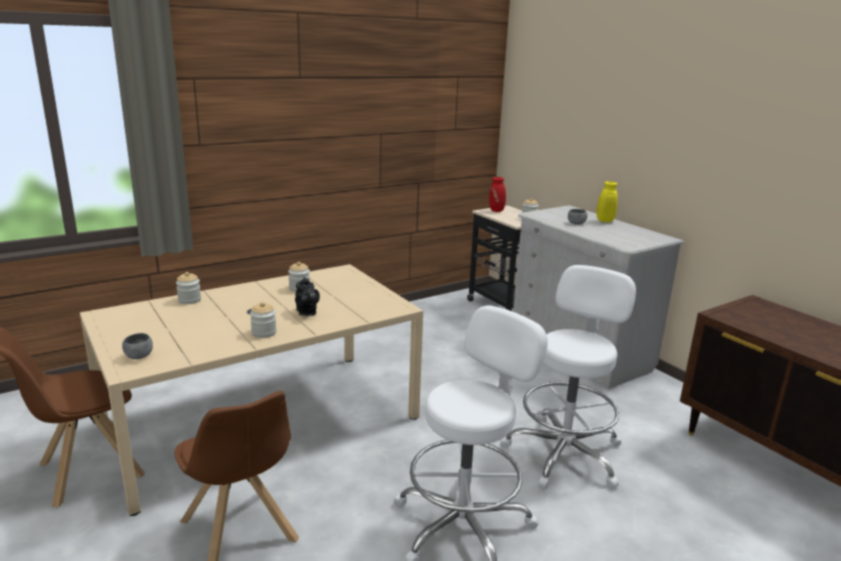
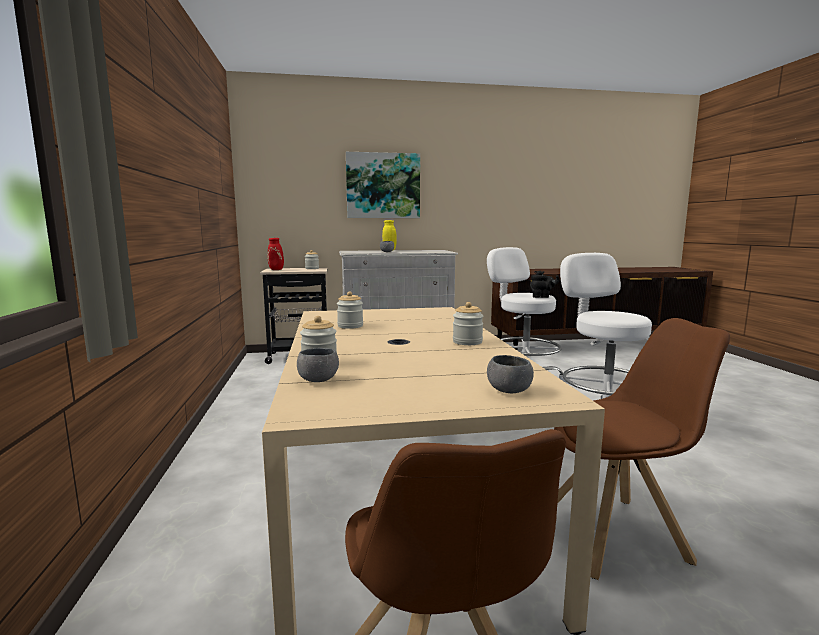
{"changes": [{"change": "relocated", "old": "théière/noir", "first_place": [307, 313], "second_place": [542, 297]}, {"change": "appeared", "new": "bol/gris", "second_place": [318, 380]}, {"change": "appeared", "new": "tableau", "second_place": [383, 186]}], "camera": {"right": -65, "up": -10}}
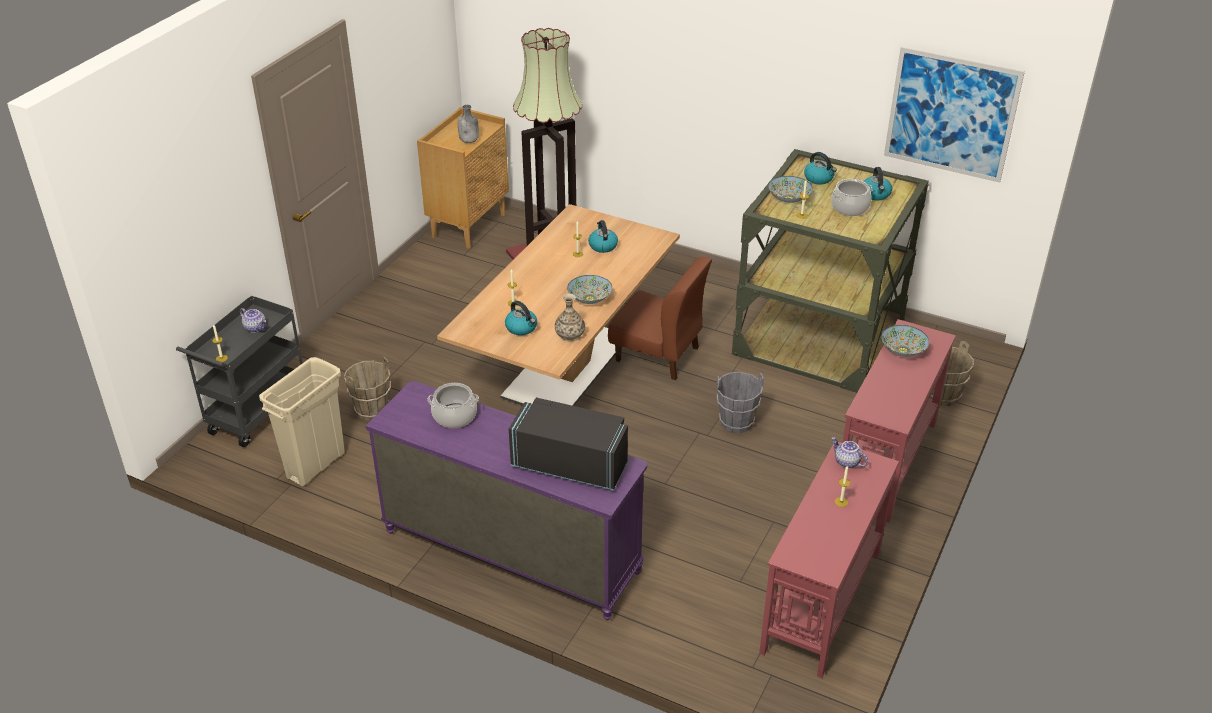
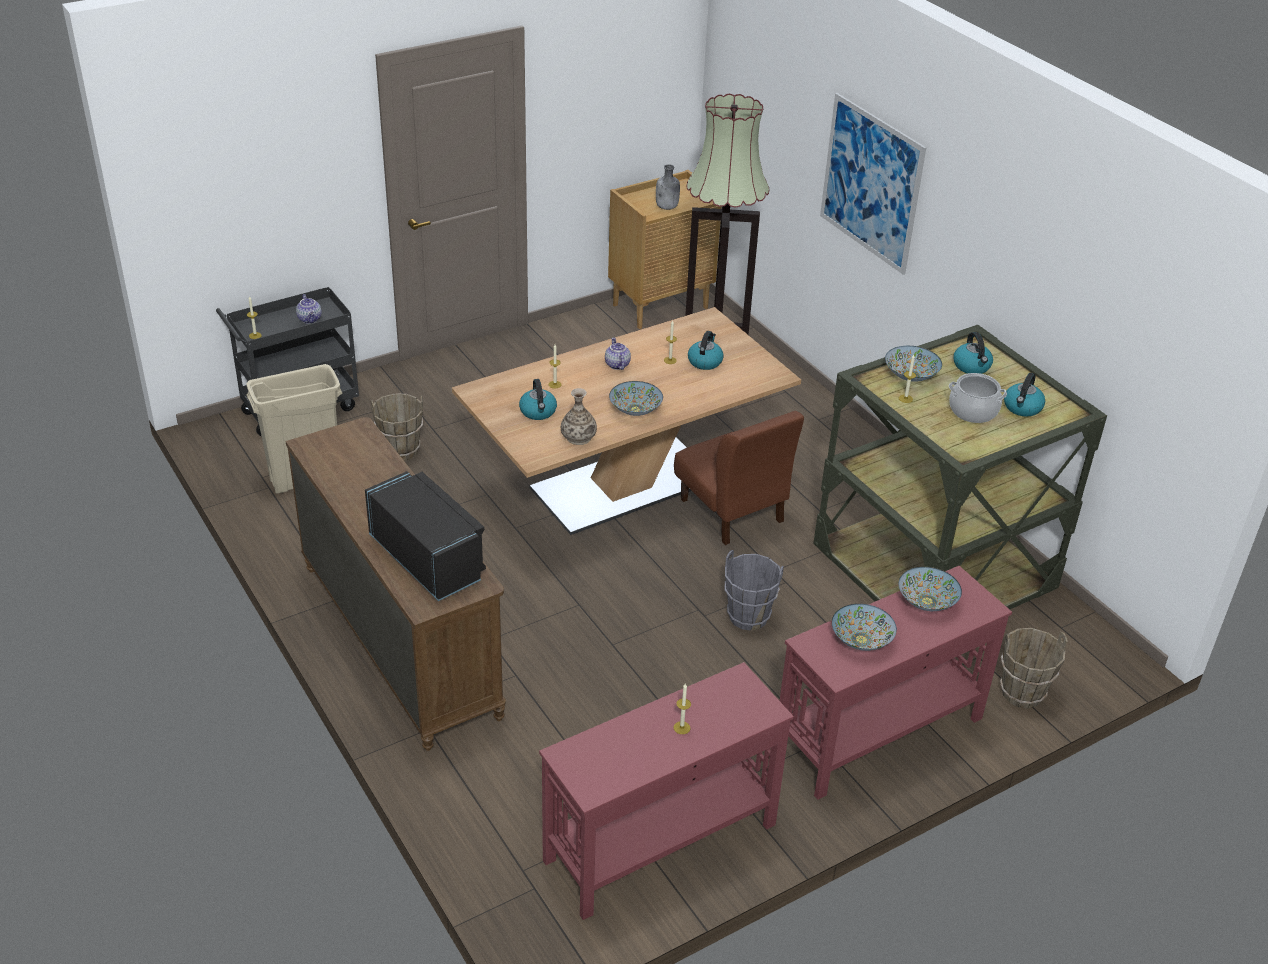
{"changes": [{"change": "colour", "old": "commode/violet", "new": "commode/marron", "first_place": [510, 552], "second_place": [399, 640]}, {"change": "missing", "old": "marmite", "first_place": [454, 416]}, {"change": "relocated", "old": "théière", "first_place": [846, 462], "second_place": [616, 365]}, {"change": "relocated", "old": "tableau", "first_place": [951, 114], "second_place": [871, 183]}, {"change": "appeared", "new": "bol", "second_place": [861, 640]}], "camera": {"right": 30, "up": 0}}
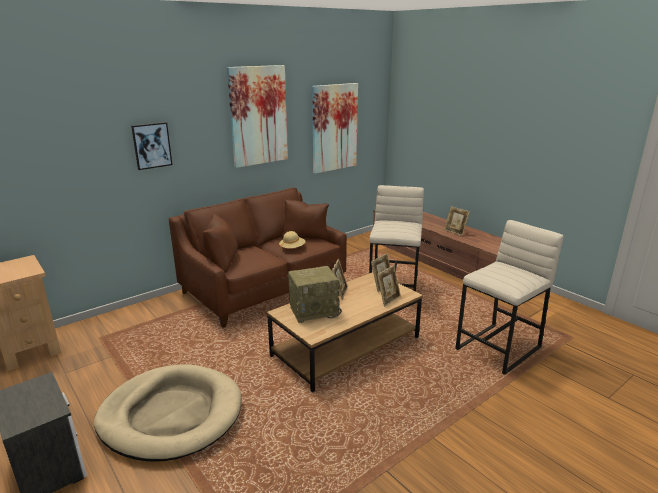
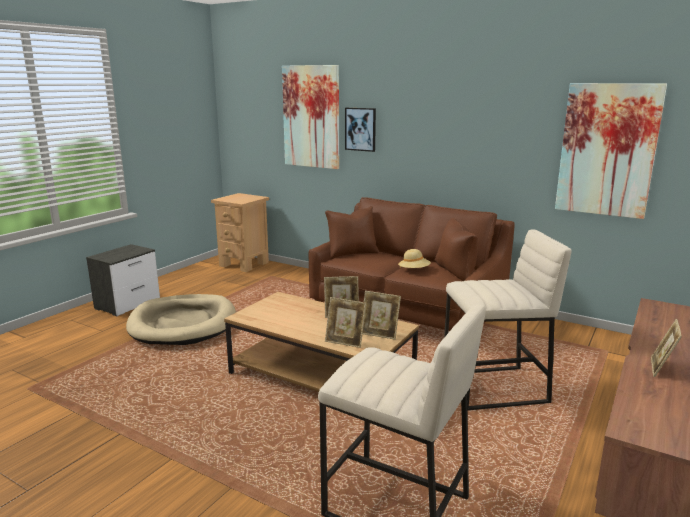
{"changes": [{"change": "relocated", "old": "tableau", "first_place": [258, 116], "second_place": [311, 117]}, {"change": "missing", "old": "radio", "first_place": [314, 310]}], "camera": {"right": 70, "up": -5}}
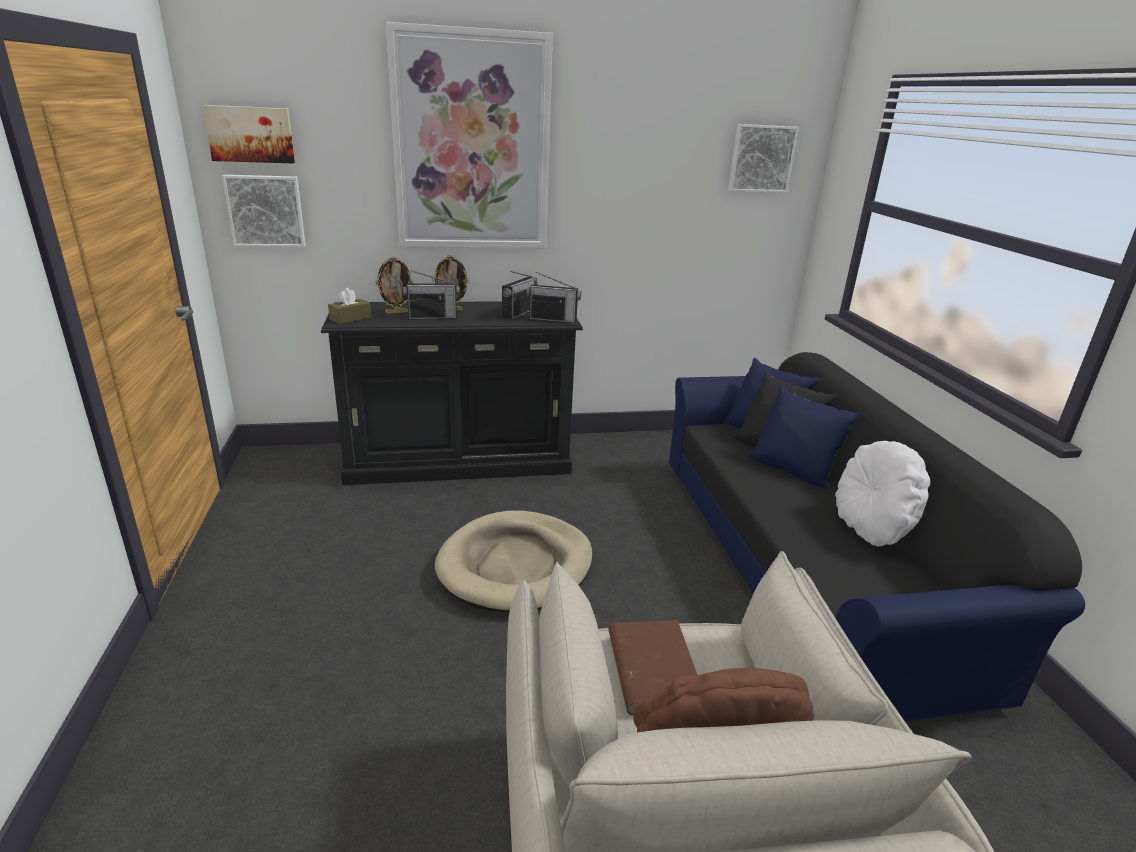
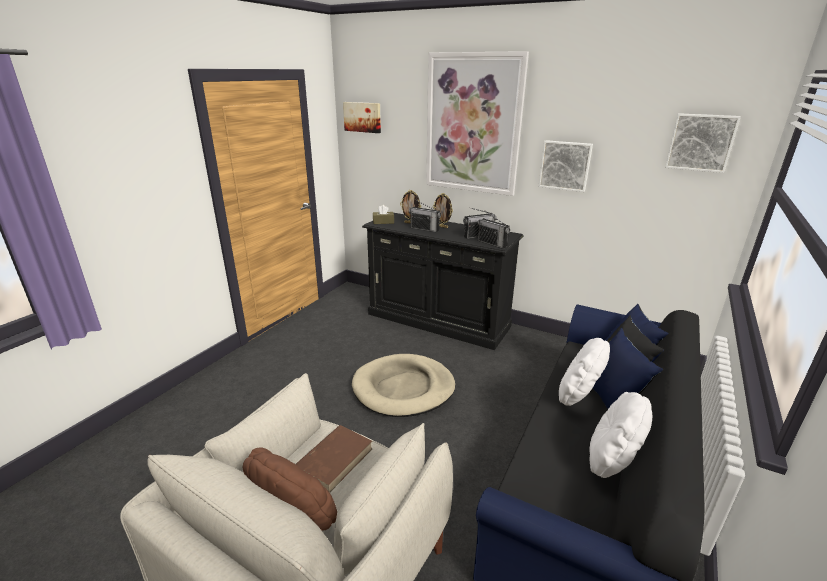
{"changes": [{"change": "relocated", "old": "tableau", "first_place": [266, 211], "second_place": [565, 165]}, {"change": "appeared", "new": "coussin/blanc", "second_place": [578, 397]}], "camera": {"right": 40, "up": 0}}
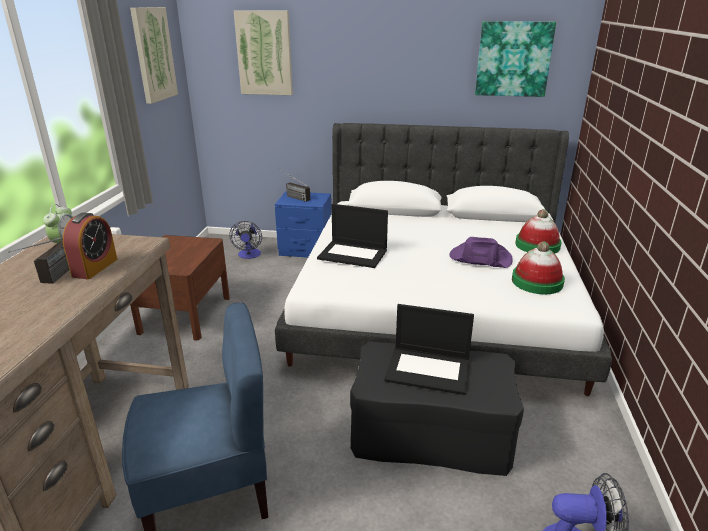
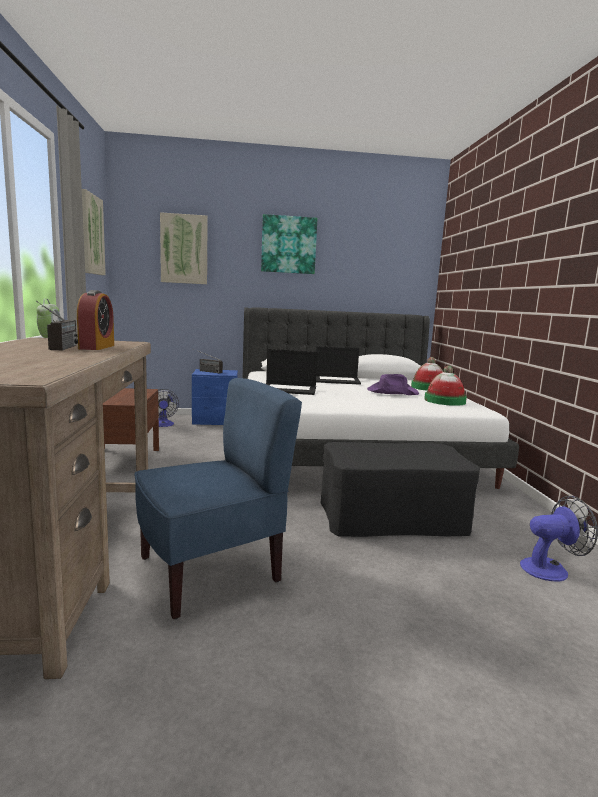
{"changes": [{"change": "relocated", "old": "ordinateur portable", "first_place": [429, 370], "second_place": [337, 380]}, {"change": "relocated", "old": "tableau", "first_place": [513, 59], "second_place": [288, 245]}], "camera": {"right": -15, "up": -15}}
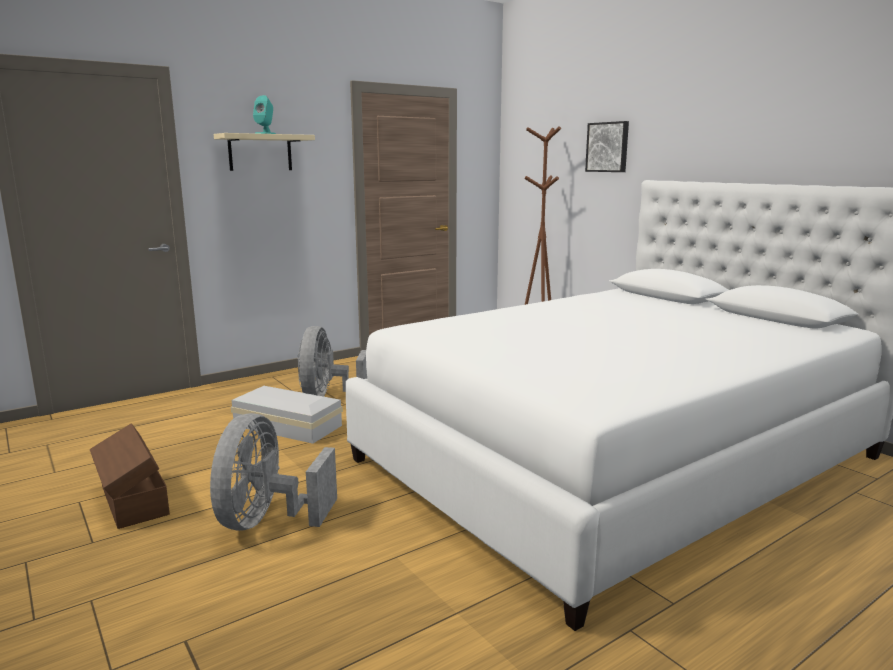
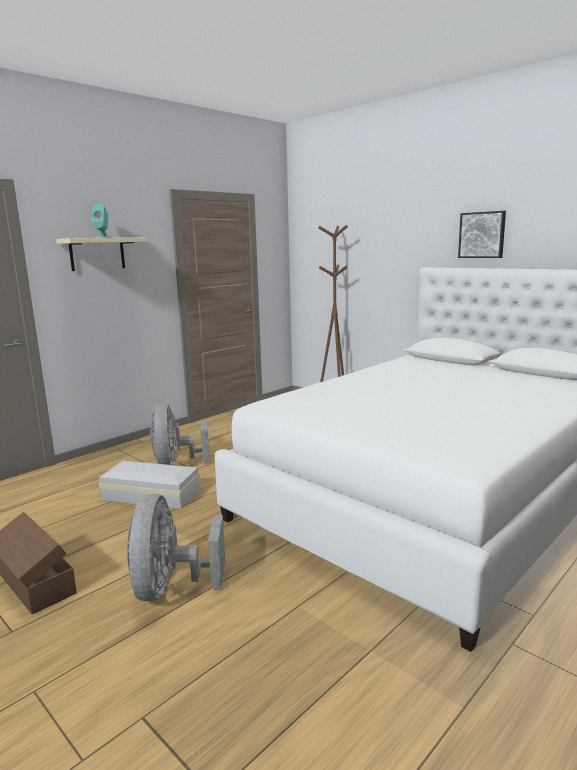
{"changes": [{"change": "relocated", "old": "tableau", "first_place": [608, 147], "second_place": [482, 235]}], "camera": {"right": -10, "up": 0}}
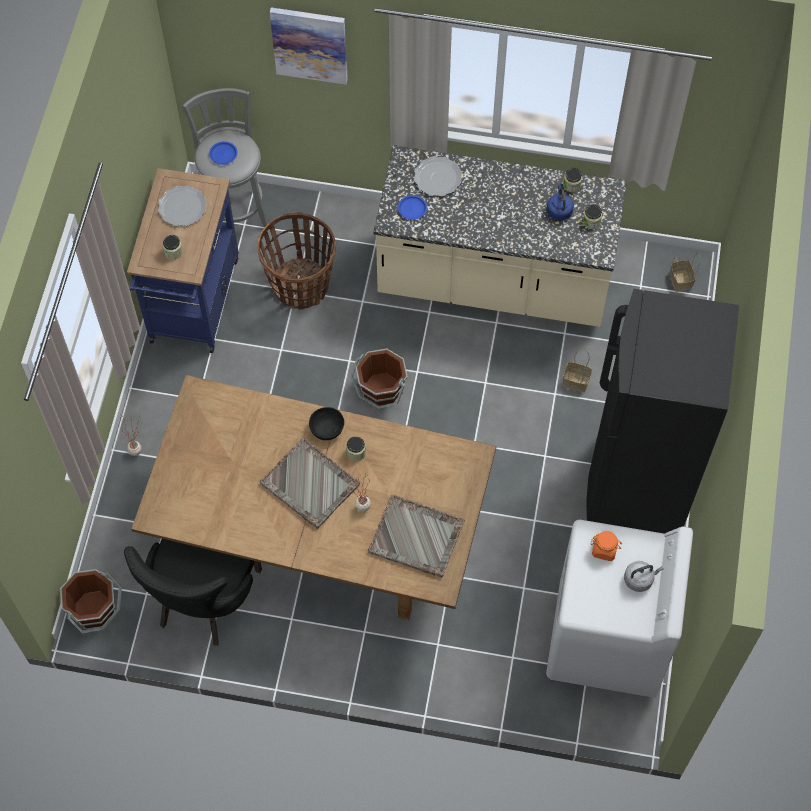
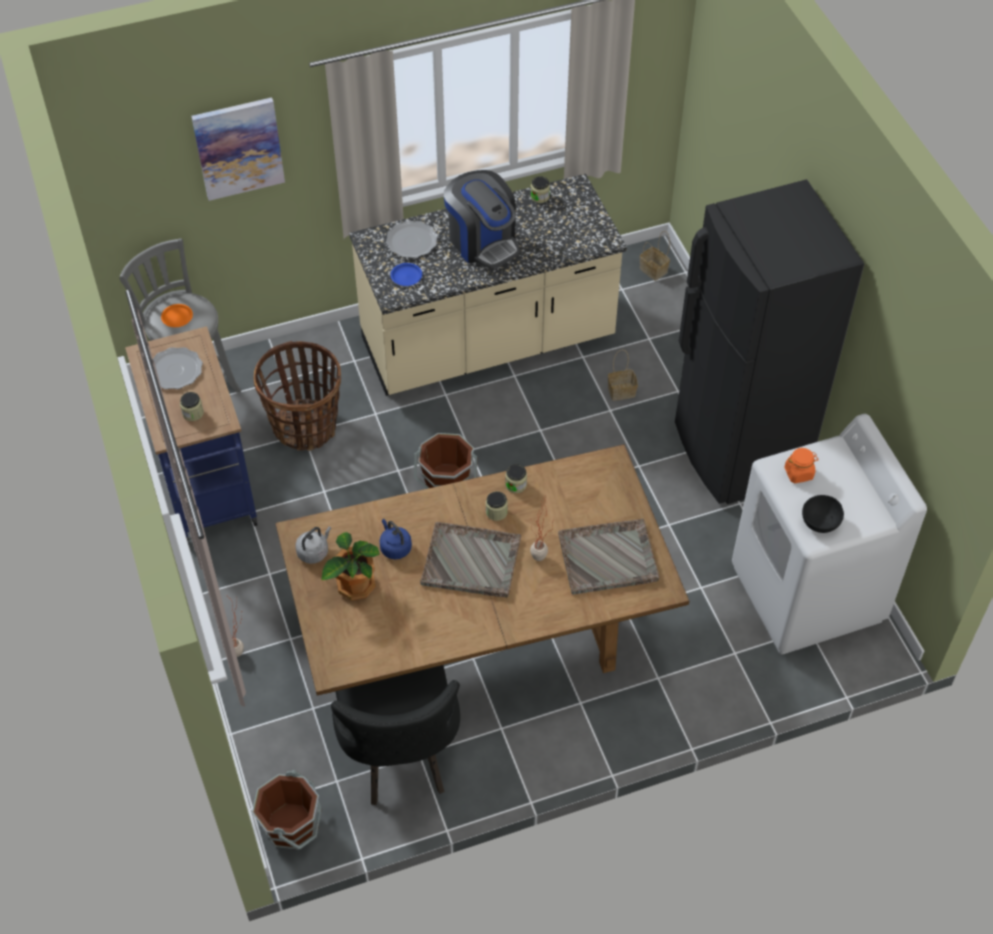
{"changes": [{"change": "colour", "old": "assiette/bleu", "new": "assiette/orange", "first_place": [223, 154], "second_place": [177, 317]}, {"change": "relocated", "old": "bol/noir", "first_place": [328, 430], "second_place": [821, 522]}, {"change": "relocated", "old": "bouilloire/bleu", "first_place": [559, 210], "second_place": [395, 547]}, {"change": "relocated", "old": "bocal", "first_place": [591, 221], "second_place": [516, 485]}, {"change": "relocated", "old": "bouilloire/gris", "first_place": [640, 579], "second_place": [314, 552]}, {"change": "appeared", "new": "plante en pot", "second_place": [354, 585]}, {"change": "appeared", "new": "machine à café", "second_place": [482, 241]}], "camera": {"right": -30, "up": -10}}
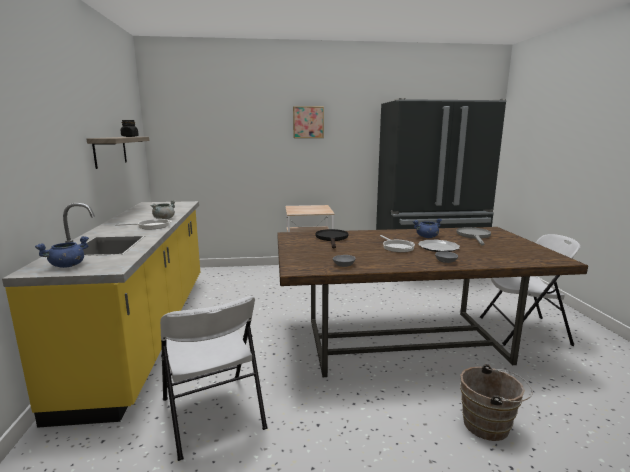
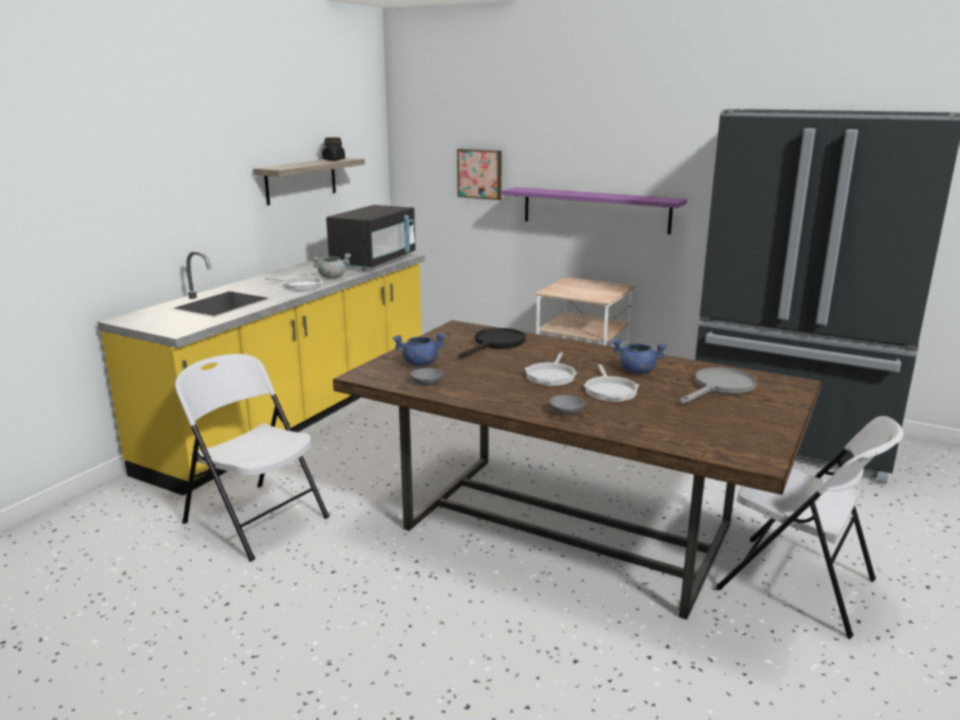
{"changes": [{"change": "relocated", "old": "marmite/bleu", "first_place": [67, 266], "second_place": [420, 363]}, {"change": "spun", "old": "chaise/blanc", "first_place": [212, 414], "second_place": [256, 520], "degrees": 120}, {"change": "relocated", "old": "tableau", "first_place": [308, 122], "second_place": [480, 173]}, {"change": "exchanged", "old": "assiette", "new": "poêle", "first_place": [438, 247], "second_place": [610, 391]}, {"change": "missing", "old": "seau/marron", "first_place": [490, 426]}, {"change": "appeared", "new": "micro-ondes/noir", "second_place": [374, 261]}, {"change": "appeared", "new": "étagère/violet", "second_place": [595, 210]}], "camera": {"right": 35, "up": 5}}
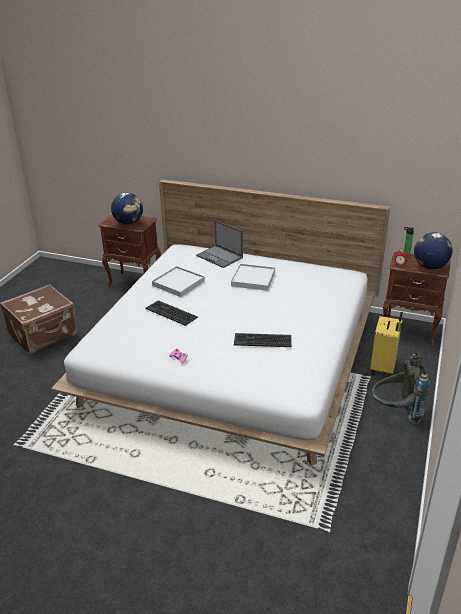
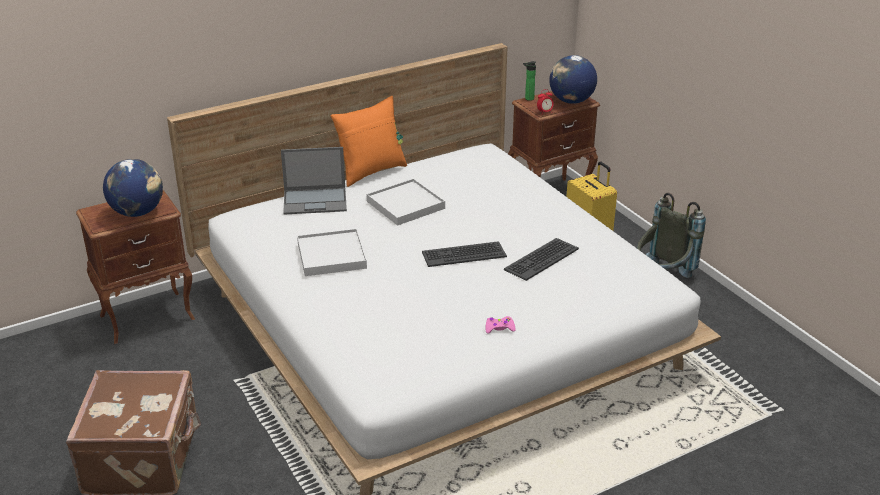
{"changes": [{"change": "relocated", "old": "clavier", "first_place": [171, 313], "second_place": [464, 254]}, {"change": "appeared", "new": "coussin/orange", "second_place": [371, 172]}], "camera": {"right": -50, "up": 0}}
